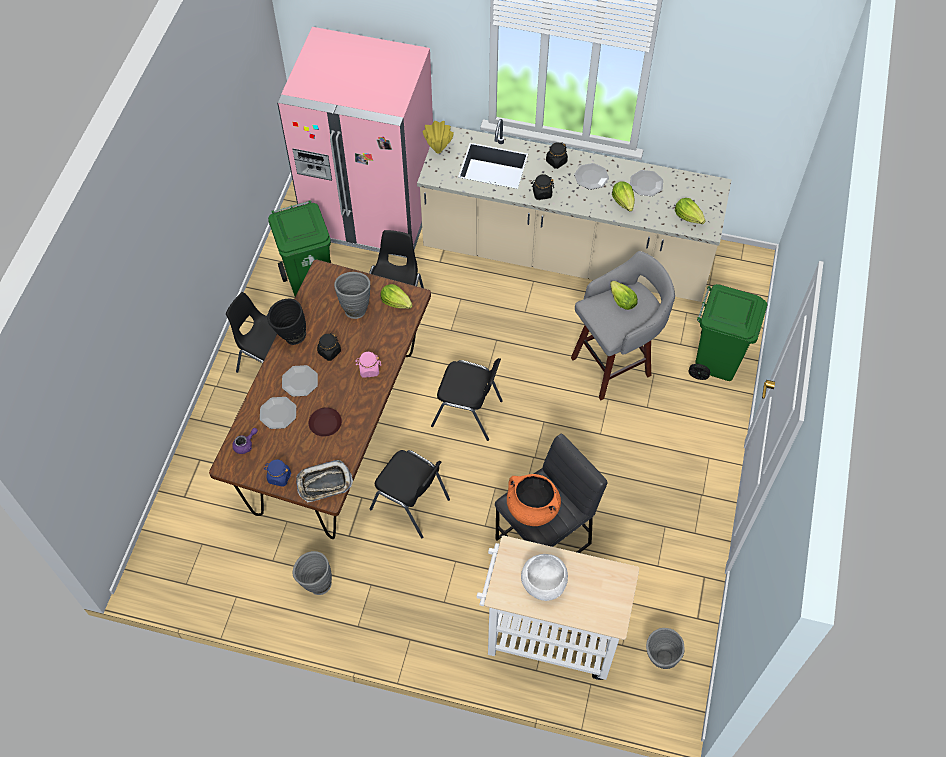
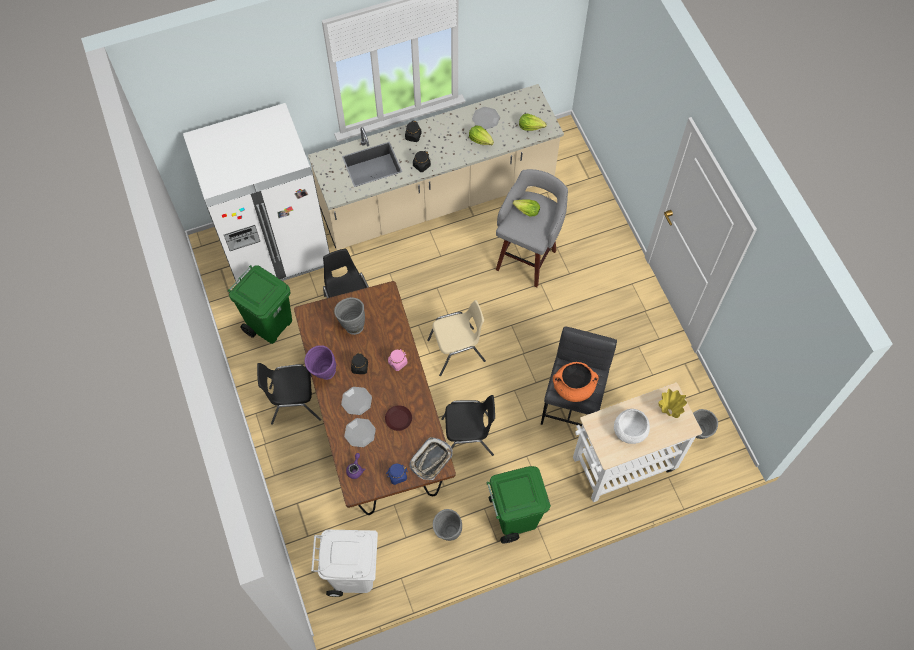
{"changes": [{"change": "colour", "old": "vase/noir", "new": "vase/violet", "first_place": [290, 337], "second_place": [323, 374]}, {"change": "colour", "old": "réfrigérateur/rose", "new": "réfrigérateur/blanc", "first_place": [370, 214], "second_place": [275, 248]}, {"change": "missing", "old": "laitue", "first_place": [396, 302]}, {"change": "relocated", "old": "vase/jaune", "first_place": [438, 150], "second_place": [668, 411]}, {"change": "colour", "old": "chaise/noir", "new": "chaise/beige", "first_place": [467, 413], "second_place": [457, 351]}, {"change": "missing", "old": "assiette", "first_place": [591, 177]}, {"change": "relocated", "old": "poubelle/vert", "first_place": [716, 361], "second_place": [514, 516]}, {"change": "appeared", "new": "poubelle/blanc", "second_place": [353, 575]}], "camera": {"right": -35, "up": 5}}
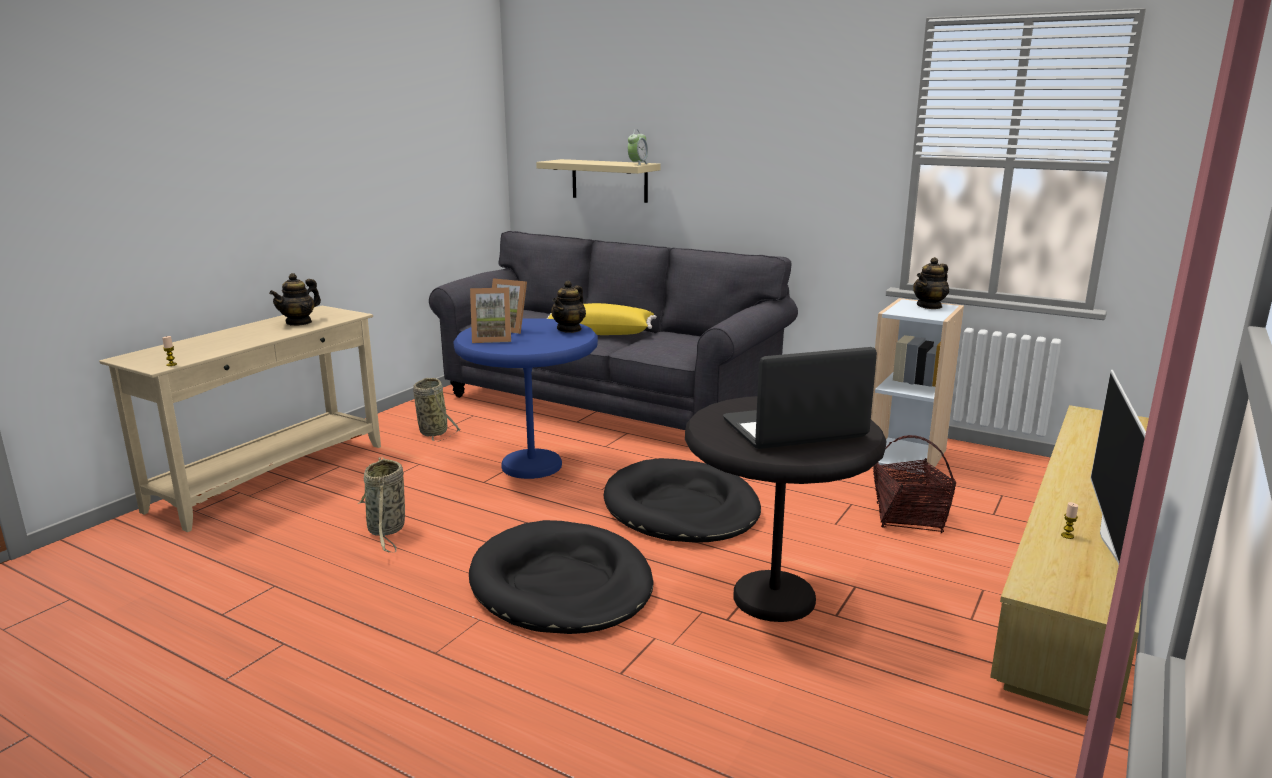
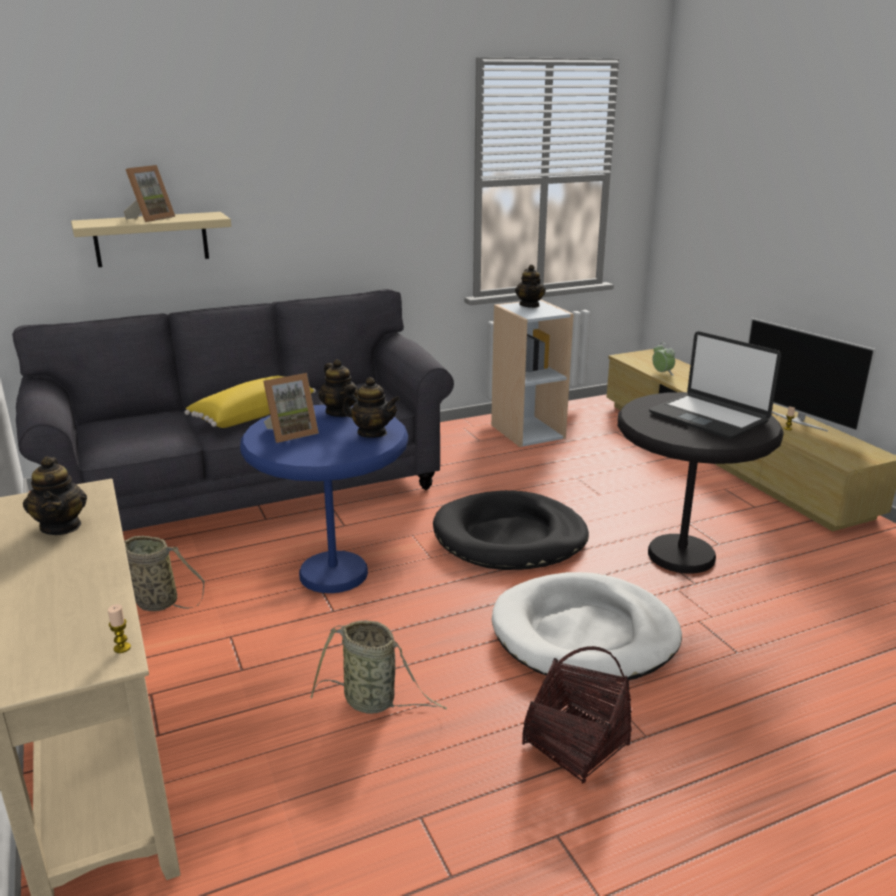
{"changes": [{"change": "colour", "old": "panier pour chien/noir", "new": "panier pour chien/blanc", "first_place": [561, 585], "second_place": [584, 634]}, {"change": "relocated", "old": "cadre photo", "first_place": [492, 339], "second_place": [150, 218]}, {"change": "relocated", "old": "réveil", "first_place": [637, 164], "second_place": [662, 373]}, {"change": "spun", "old": "ordinateur portable", "first_place": [794, 430], "second_place": [709, 417], "degrees": -60}, {"change": "relocated", "old": "panier", "first_place": [909, 518], "second_place": [576, 744]}, {"change": "appeared", "new": "théière", "second_place": [372, 433]}], "camera": {"right": -55, "up": 5}}
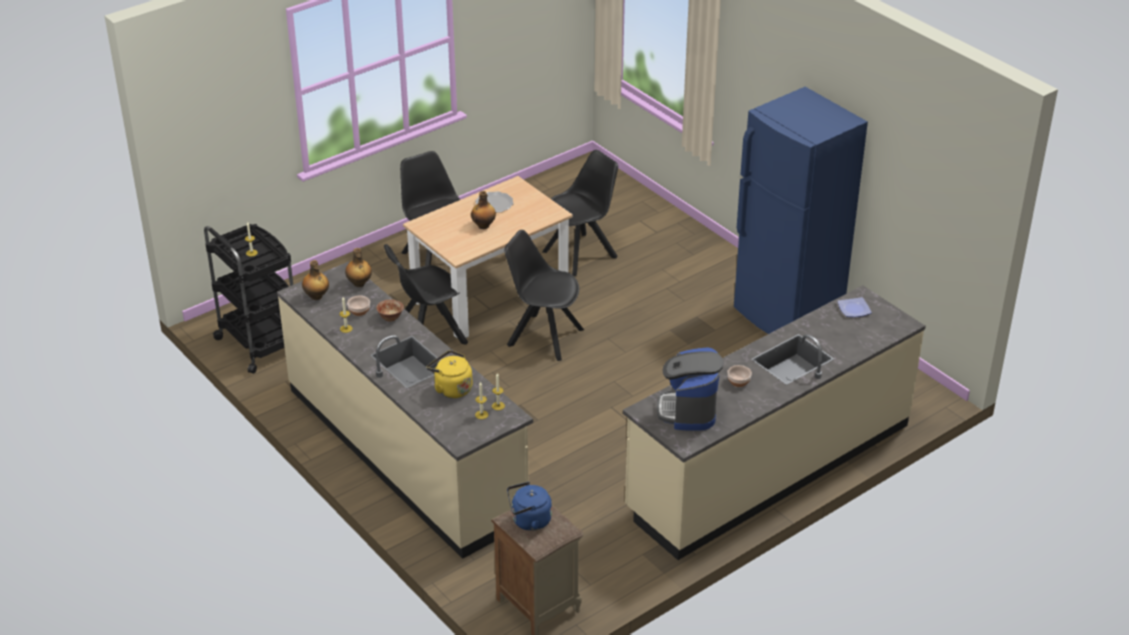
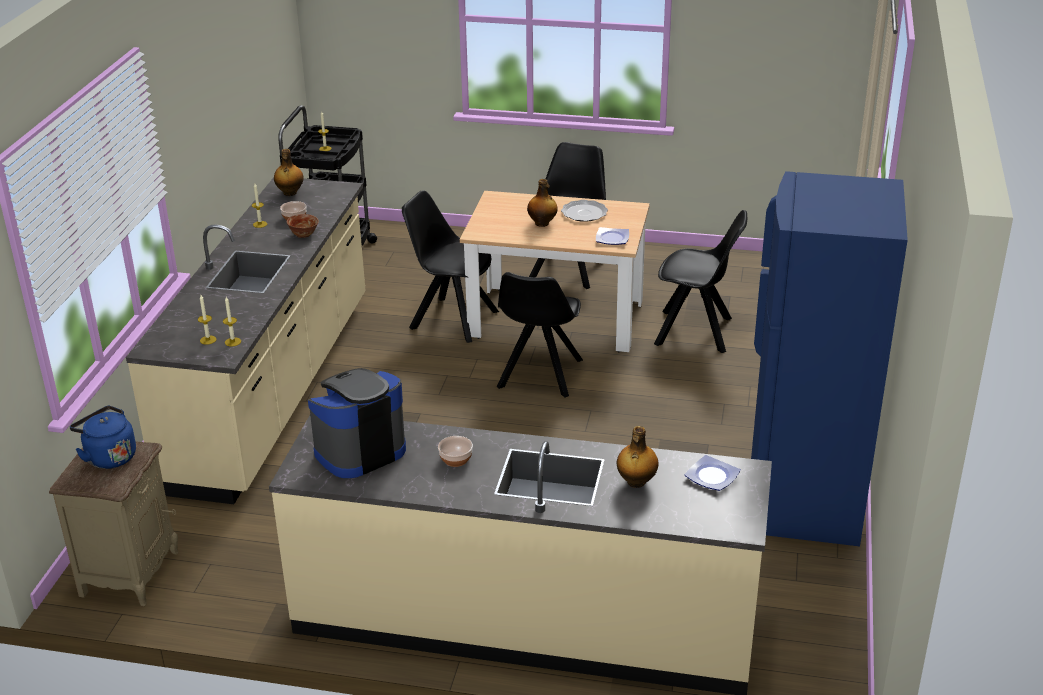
{"changes": [{"change": "relocated", "old": "bouteille", "first_place": [359, 284], "second_place": [636, 482]}, {"change": "missing", "old": "bouilloire/jaune", "first_place": [451, 388]}, {"change": "spun", "old": "chaise/noir", "first_place": [543, 336], "second_place": [539, 375], "degrees": -150}, {"change": "appeared", "new": "assiette", "second_place": [611, 238]}], "camera": {"right": 50, "up": -5}}
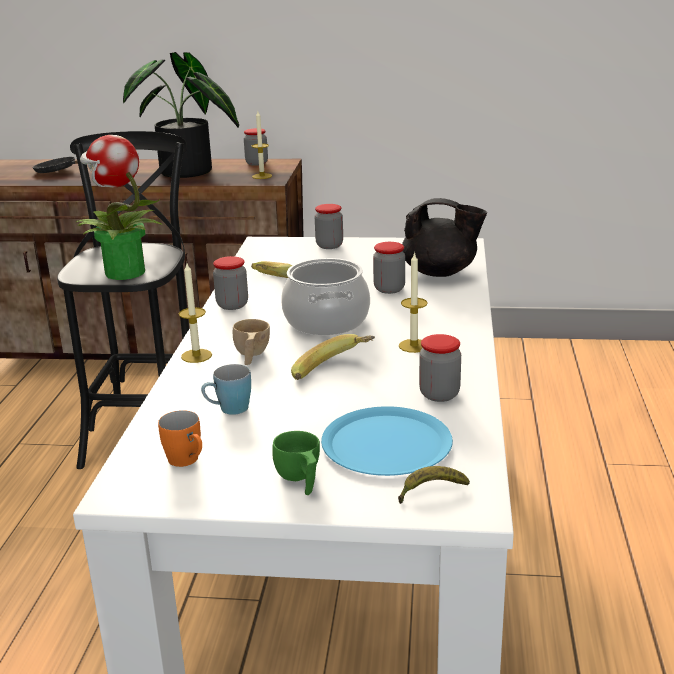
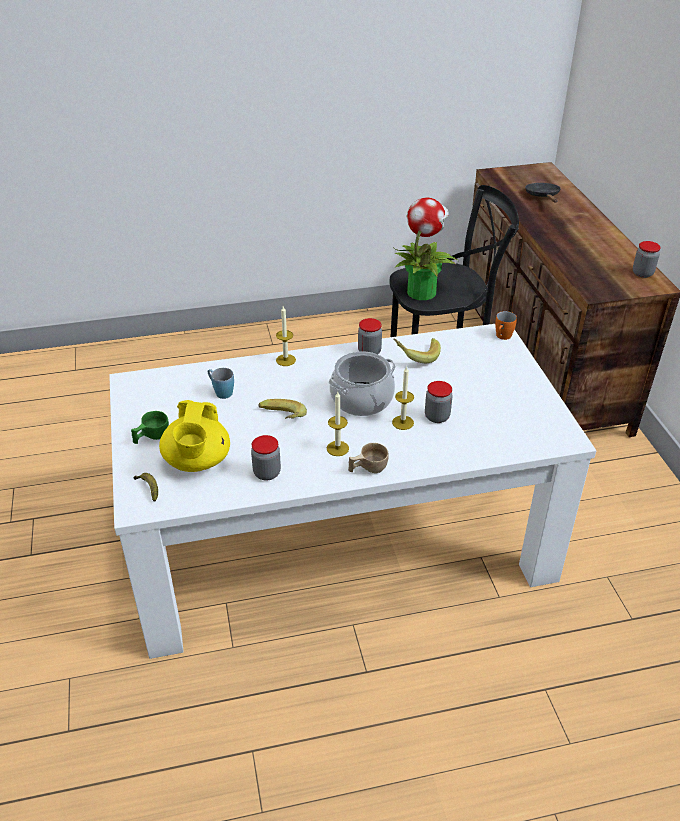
{"changes": [{"change": "missing", "old": "plante en pot", "first_place": [188, 173]}, {"change": "relocated", "old": "mug/orange", "first_place": [187, 461], "second_place": [502, 337]}, {"change": "relocated", "old": "tasse/beige", "first_place": [251, 356], "second_place": [367, 469]}, {"change": "relocated", "old": "bougie", "first_place": [262, 176], "second_place": [403, 422]}, {"change": "missing", "old": "bocal", "first_place": [329, 245]}, {"change": "exchanged", "old": "assiette/bleu", "new": "théière/jaune", "first_place": [386, 444], "second_place": [197, 462]}, {"change": "missing", "old": "théière/noir", "first_place": [440, 272]}], "camera": {"right": 70, "up": 15}}
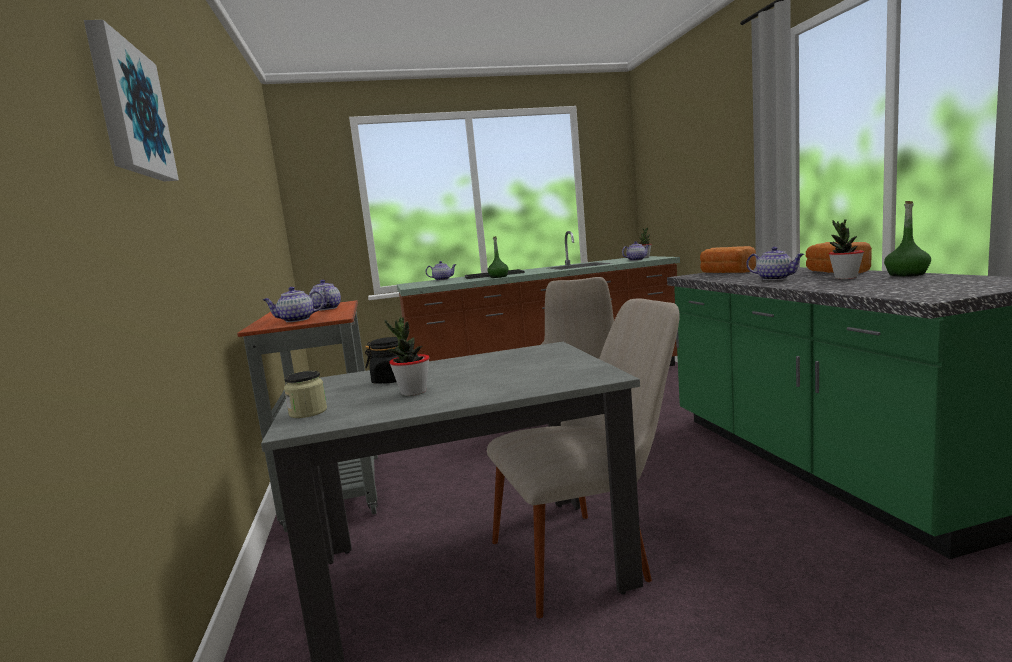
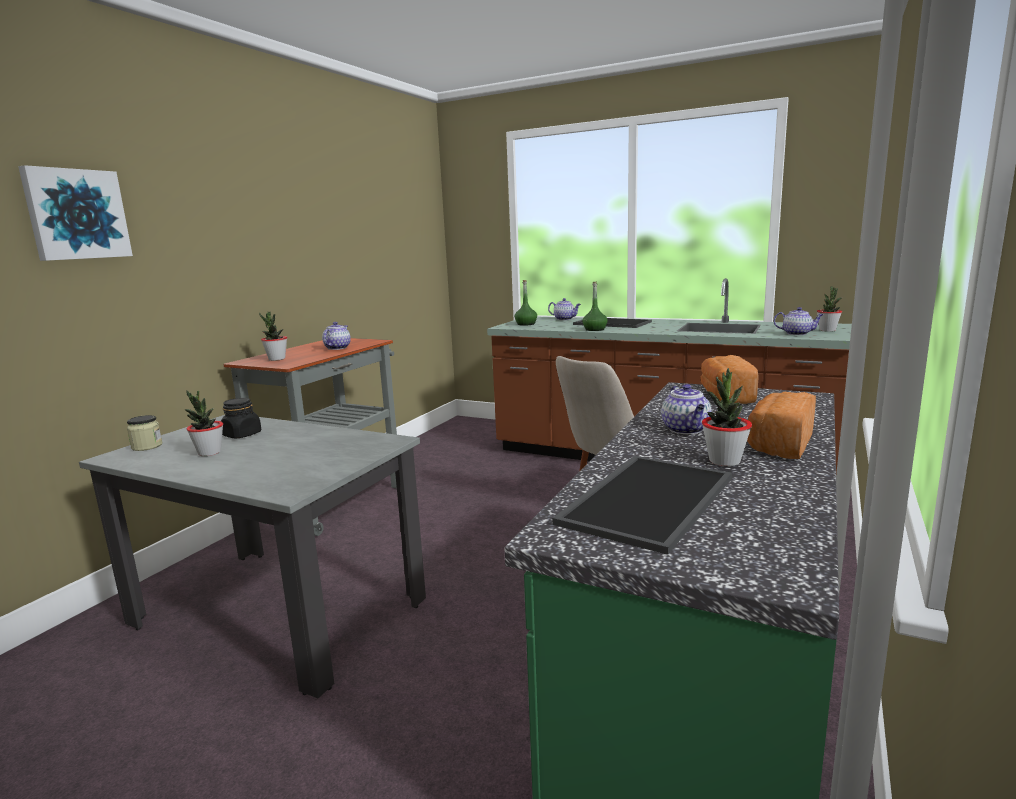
{"changes": [{"change": "exchanged", "old": "théière", "new": "plante en pot", "first_place": [296, 320], "second_place": [277, 359]}, {"change": "missing", "old": "chaise/beige", "first_place": [591, 552]}, {"change": "relocated", "old": "bouteille/vert", "first_place": [906, 274], "second_place": [526, 324]}, {"change": "appeared", "new": "plateau", "second_place": [646, 498]}], "camera": {"right": 40, "up": 5}}
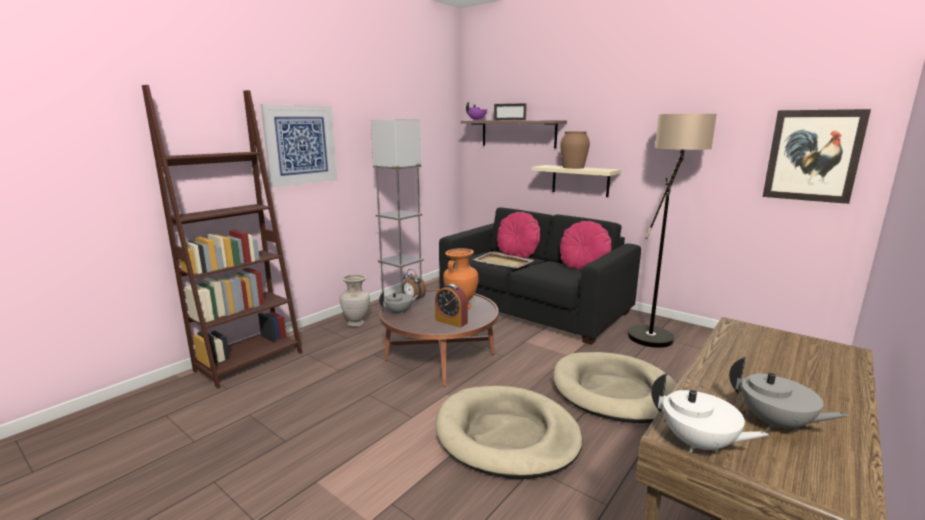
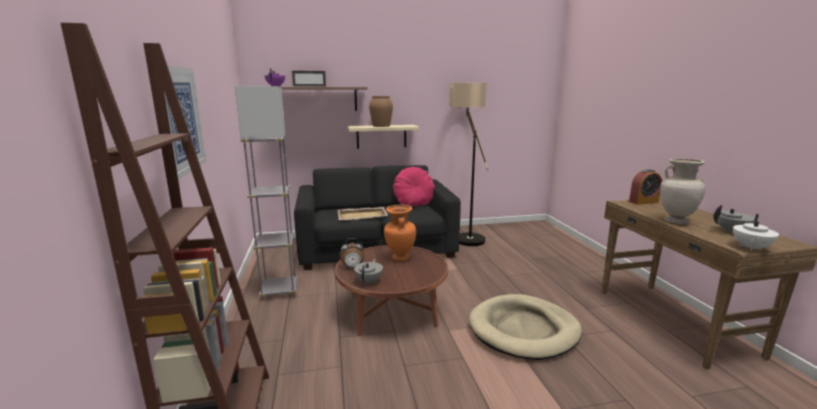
{"changes": [{"change": "relocated", "old": "vase/beige", "first_place": [356, 324], "second_place": [676, 221]}, {"change": "relocated", "old": "réveil", "first_place": [451, 321], "second_place": [643, 202]}, {"change": "missing", "old": "coussin/rose", "first_place": [517, 255]}, {"change": "missing", "old": "panier pour chien/beige", "first_place": [614, 391]}, {"change": "spun", "old": "théière/blanc", "first_place": [698, 444], "second_place": [750, 248], "degrees": 135}, {"change": "missing", "old": "tableau", "first_place": [813, 155]}], "camera": {"right": -50, "up": 0}}
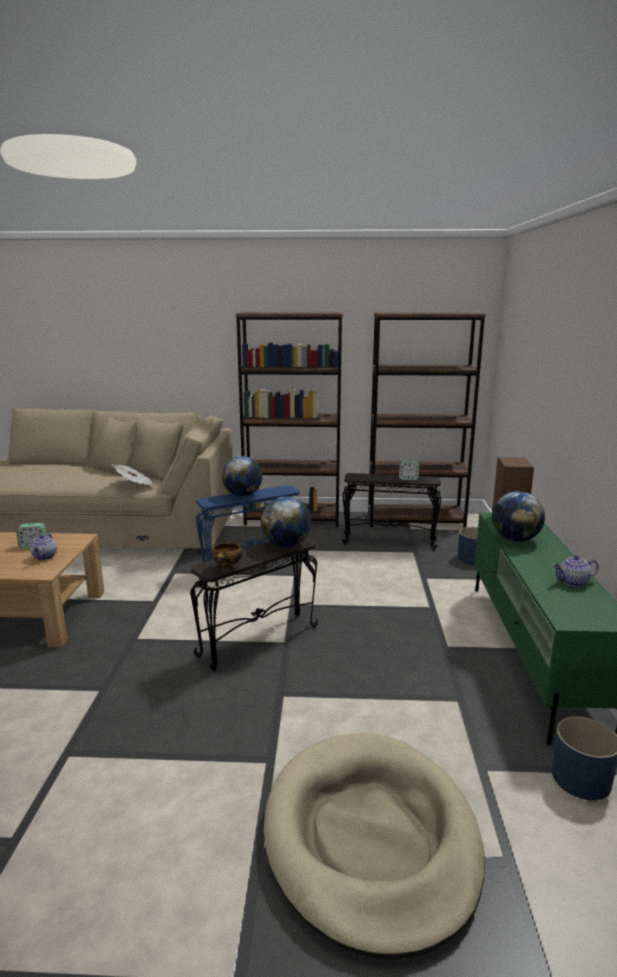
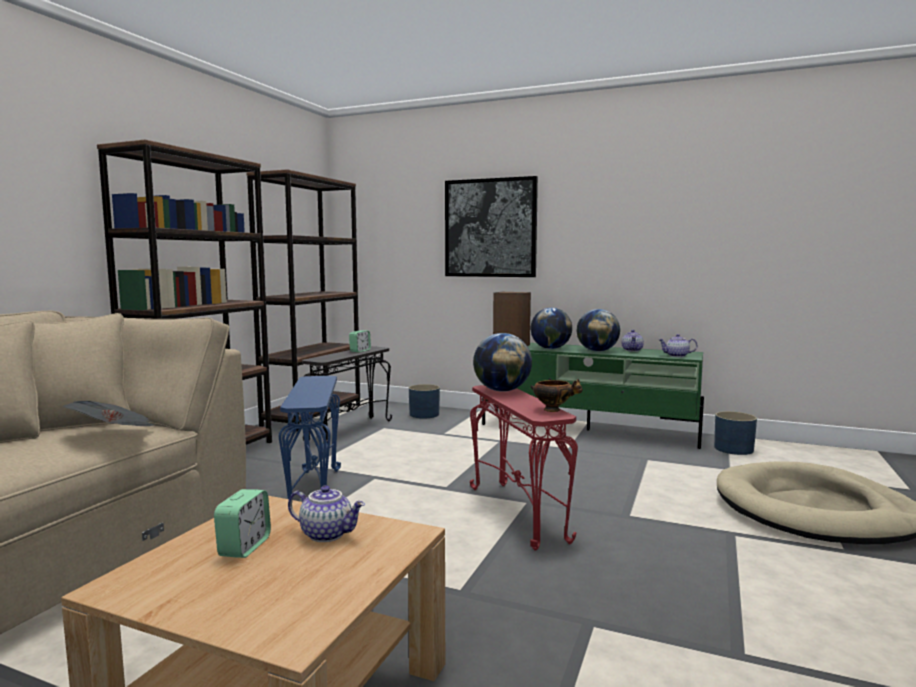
{"changes": [{"change": "colour", "old": "table d'appoint/noir", "new": "table d'appoint/rouge", "first_place": [259, 641], "second_place": [517, 513]}, {"change": "relocated", "old": "globe", "first_place": [243, 495], "second_place": [597, 351]}, {"change": "appeared", "new": "tableau", "second_place": [490, 228]}, {"change": "appeared", "new": "théière", "second_place": [677, 356]}], "camera": {"right": -70, "up": -10}}
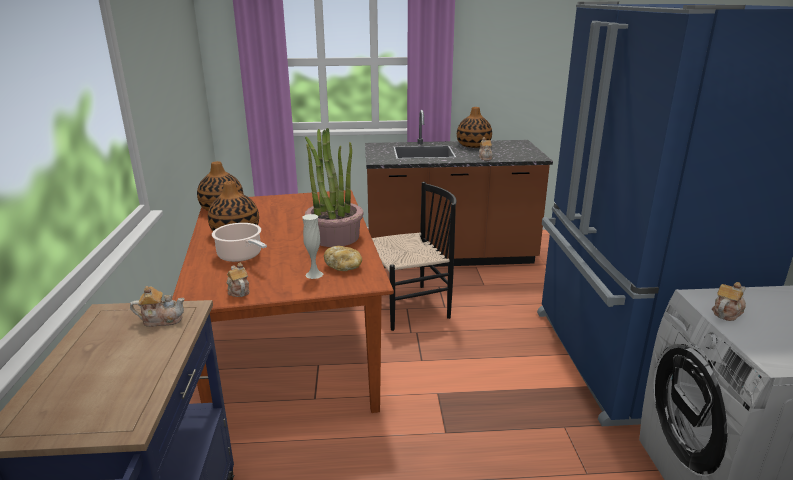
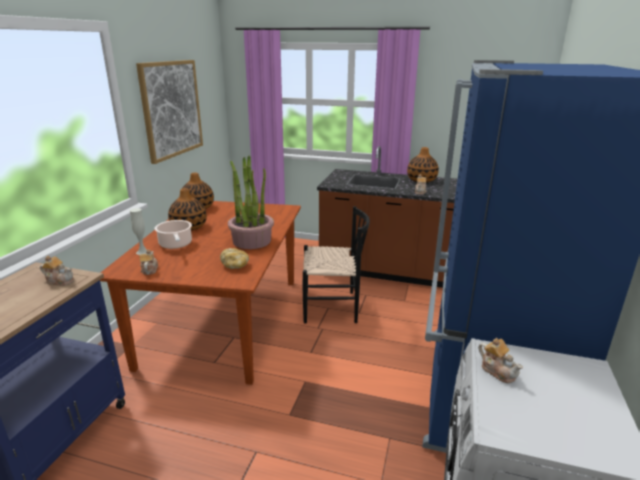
{"changes": [{"change": "relocated", "old": "vase/blanc", "first_place": [314, 274], "second_place": [142, 252]}, {"change": "spun", "old": "théière", "first_place": [726, 312], "second_place": [498, 371], "degrees": 75}, {"change": "appeared", "new": "tableau", "second_place": [171, 109]}], "camera": {"right": 20, "up": 0}}
